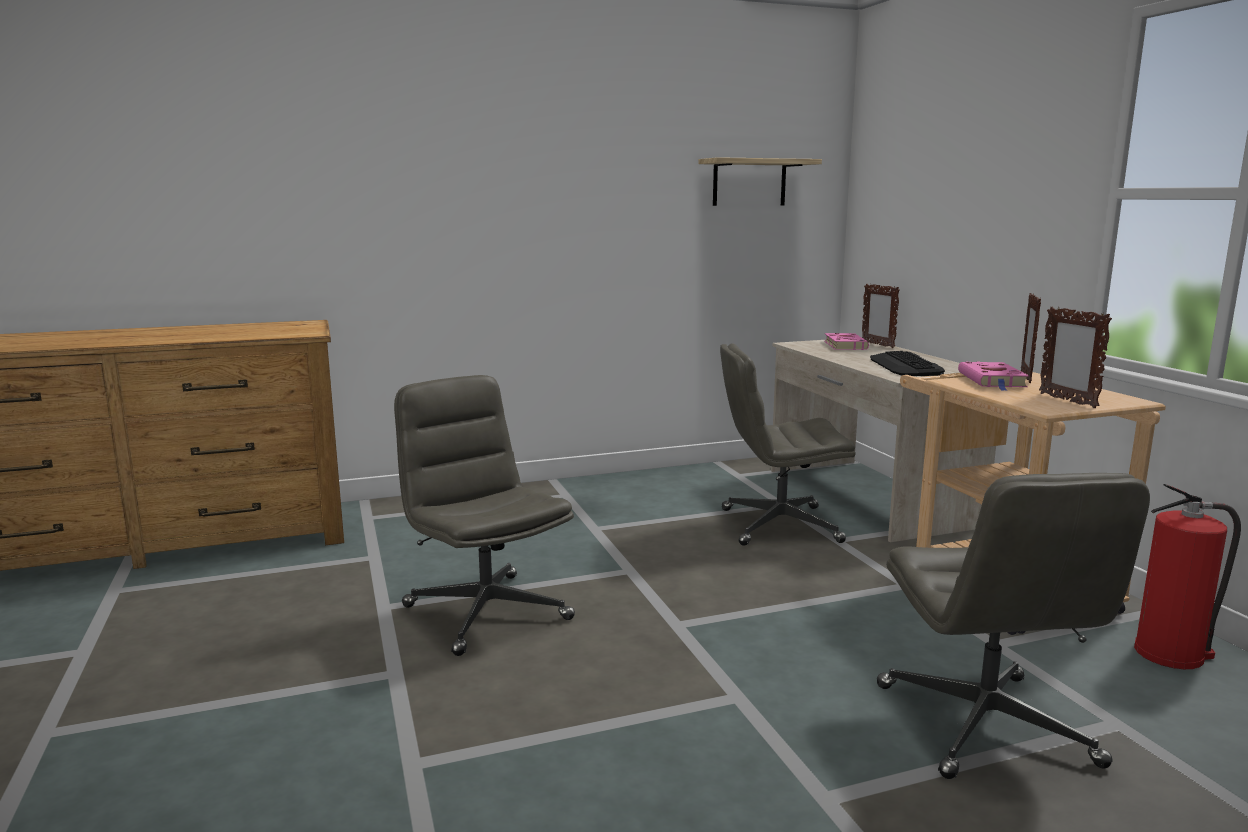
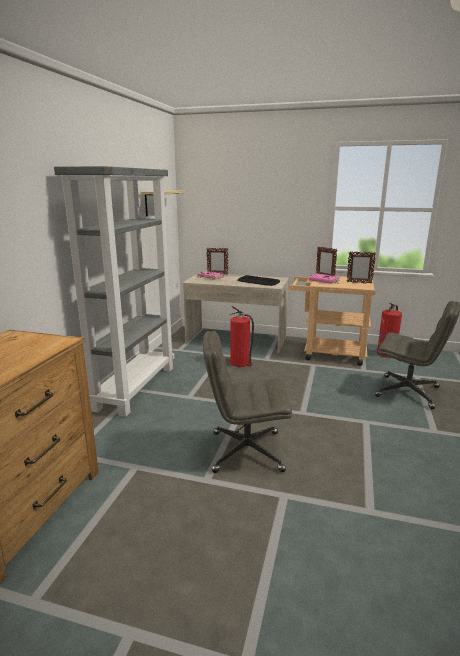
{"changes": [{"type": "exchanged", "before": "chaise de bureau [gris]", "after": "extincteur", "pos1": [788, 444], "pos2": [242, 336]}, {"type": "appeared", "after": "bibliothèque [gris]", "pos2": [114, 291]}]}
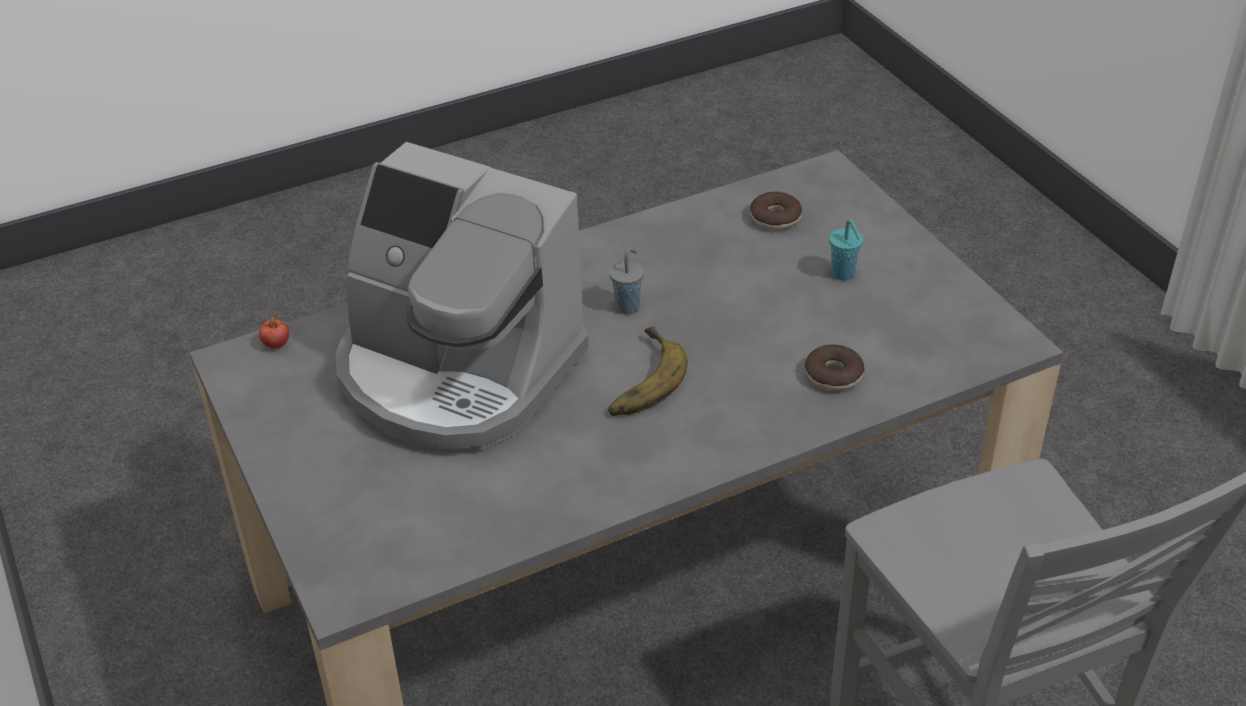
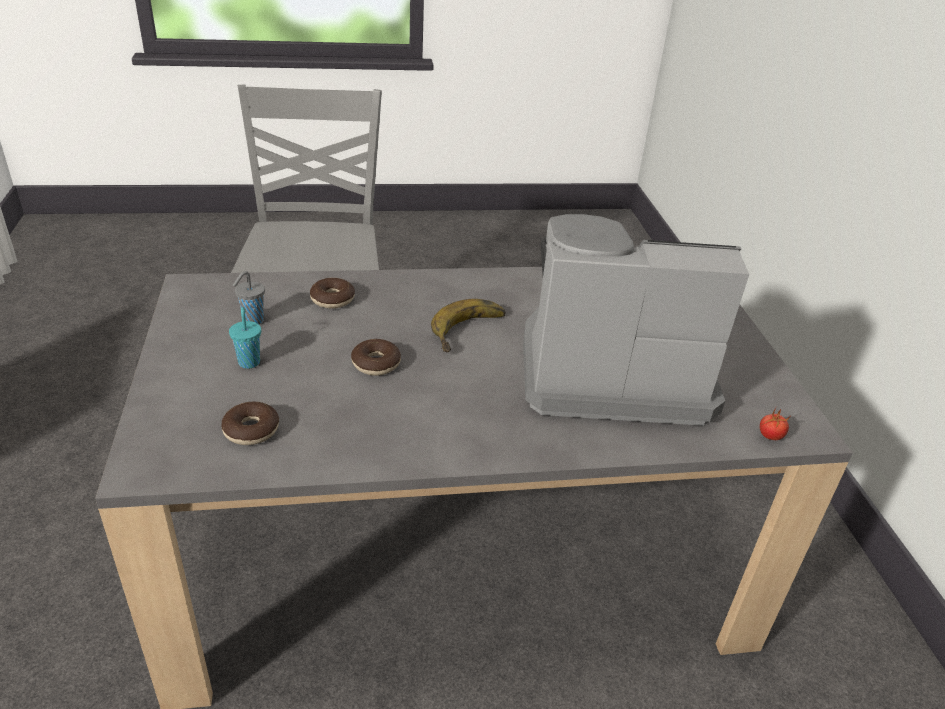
{"changes": [{"type": "spun", "before": "machine à café", "pos1": [462, 297], "pos2": [636, 320], "turn": -45}, {"type": "relocated", "before": "tasse [gris]", "pos1": [626, 281], "pos2": [249, 297]}, {"type": "appeared", "after": "beignet", "pos2": [376, 357]}]}
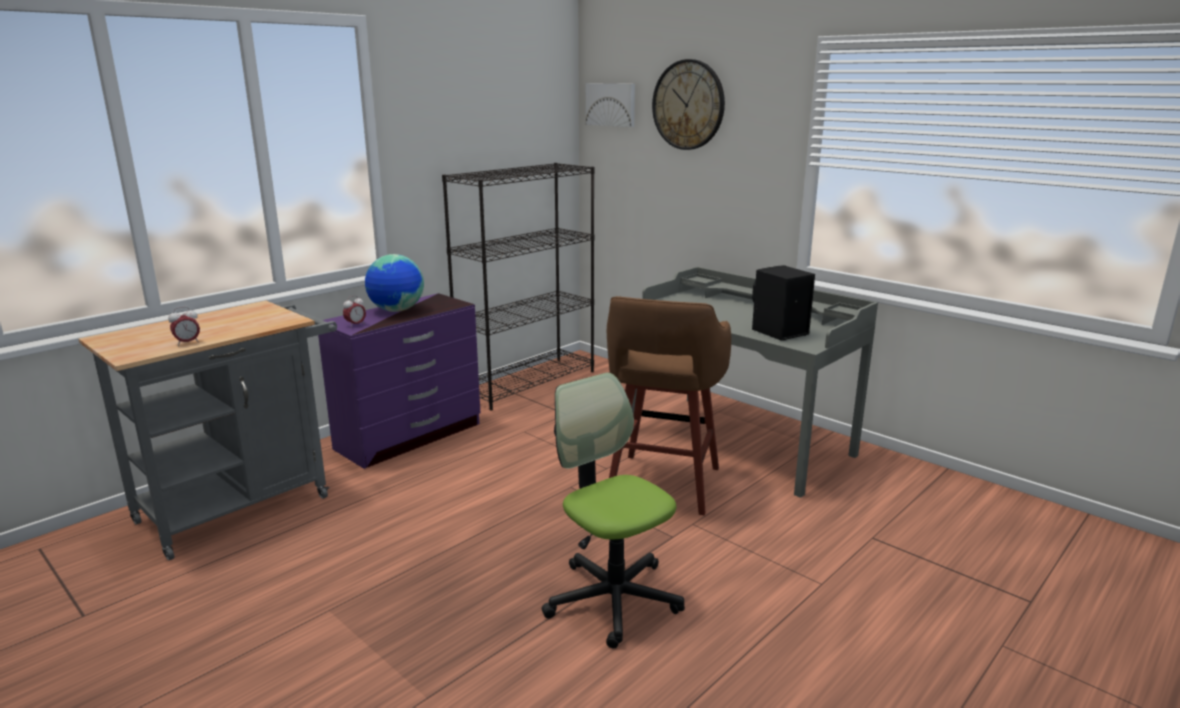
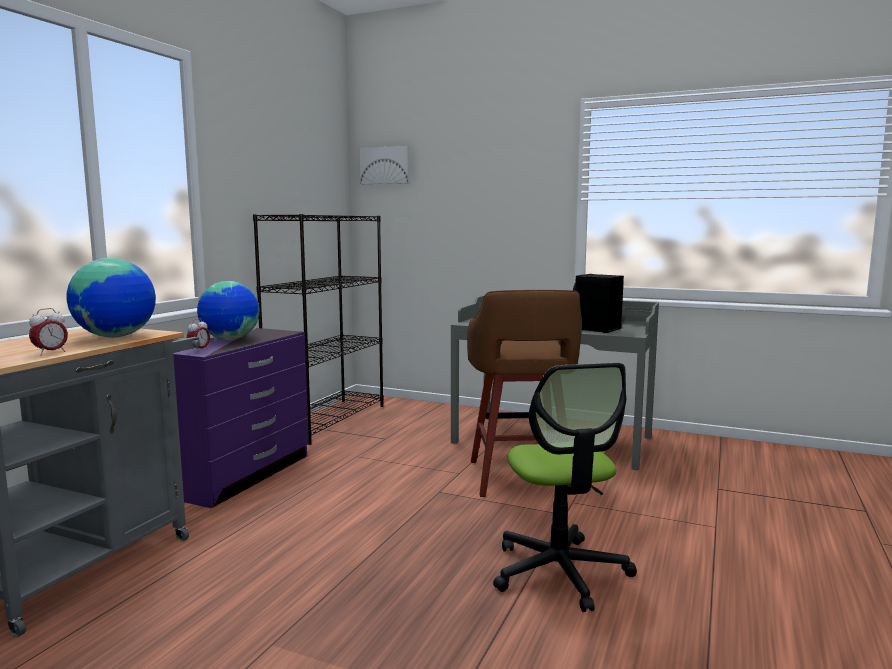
{"changes": [{"type": "spun", "before": "chaise de bureau", "pos1": [613, 510], "pos2": [565, 487], "turn": -135}, {"type": "missing", "before": "horloge murale", "pos1": [688, 104]}, {"type": "appeared", "after": "globe", "pos2": [111, 298]}]}
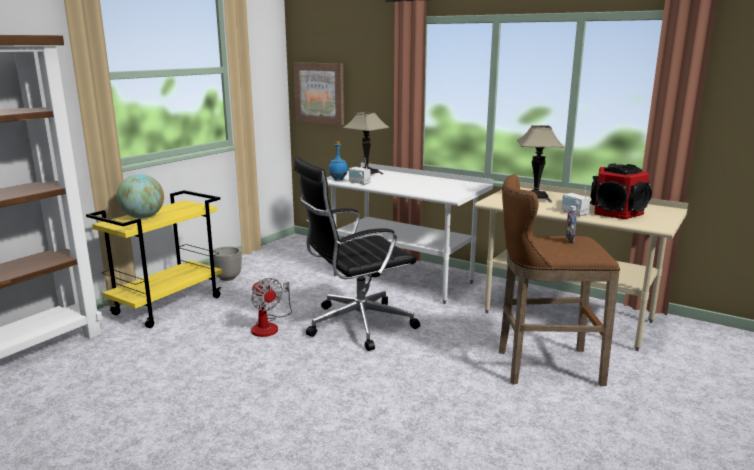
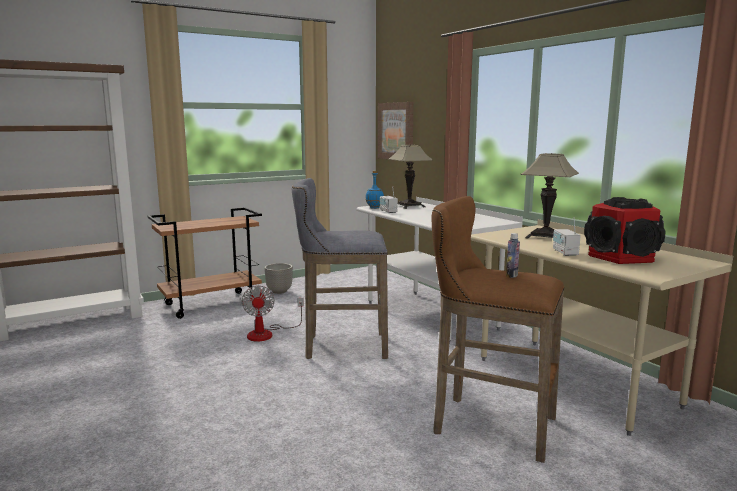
{"changes": [{"type": "colour", "before": "chariot [jaune]", "after": "chariot [marron]", "pos1": [154, 259], "pos2": [205, 263]}, {"type": "missing", "before": "globe", "pos1": [140, 196]}, {"type": "exchanged", "before": "chaise de bureau [noir]", "after": "tabouret [gris]", "pos1": [357, 254], "pos2": [340, 268]}]}
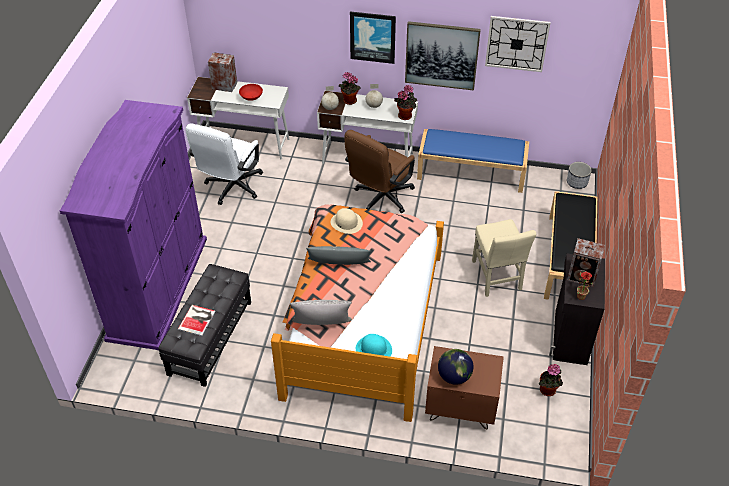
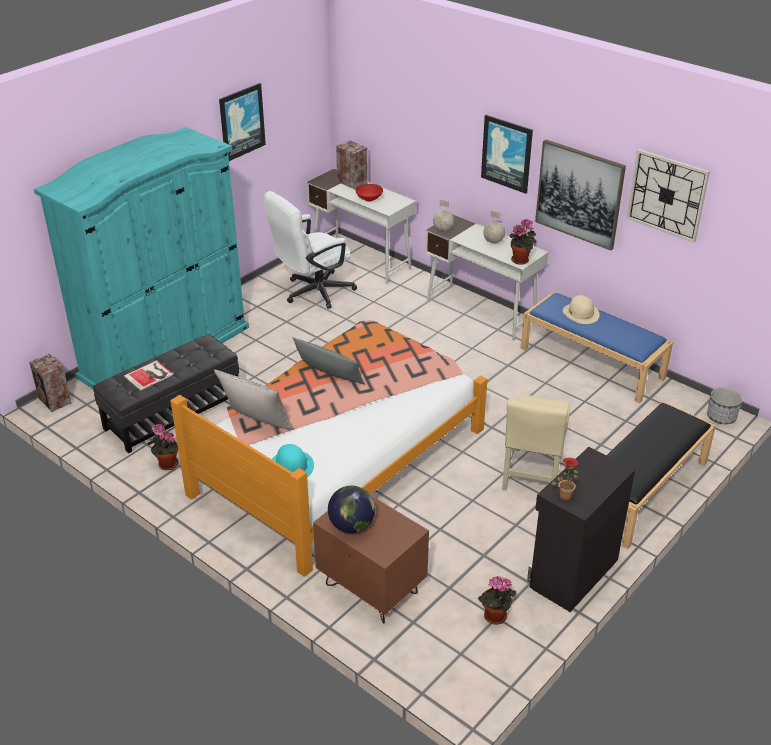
{"changes": [{"type": "colour", "before": "armoire [violet]", "after": "armoire [turquoise]", "pos1": [133, 225], "pos2": [141, 258]}, {"type": "relocated", "before": "chapeau [beige]", "pos1": [347, 221], "pos2": [581, 309]}, {"type": "relocated", "before": "plante en pot", "pos1": [349, 88], "pos2": [162, 447]}, {"type": "missing", "before": "chaise de bureau [marron]", "pos1": [379, 171]}, {"type": "relocated", "before": "enceinte", "pos1": [586, 262], "pos2": [50, 383]}, {"type": "appeared", "after": "tableau", "pos2": [242, 122]}]}
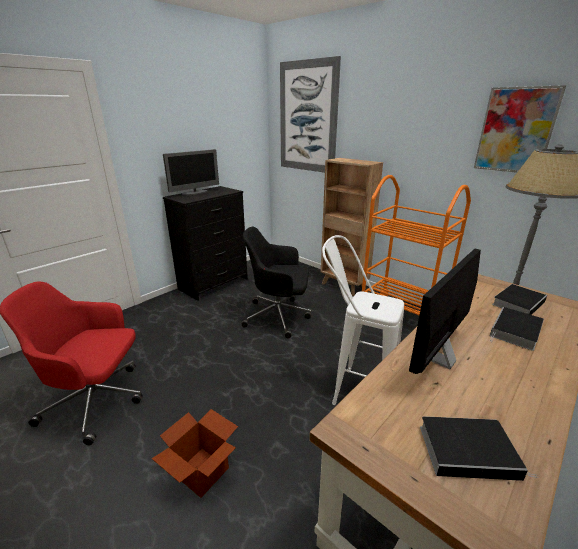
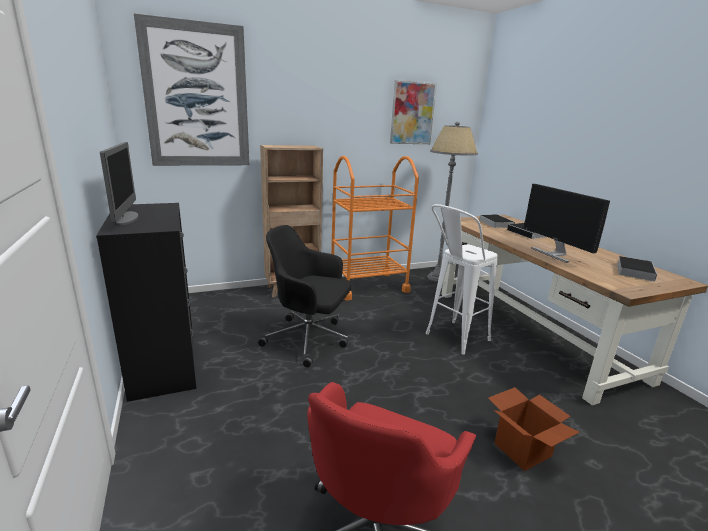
{"changes": [{"type": "spun", "before": "chaise de bureau [noir]", "pos1": [276, 283], "pos2": [304, 296], "turn": 75}]}
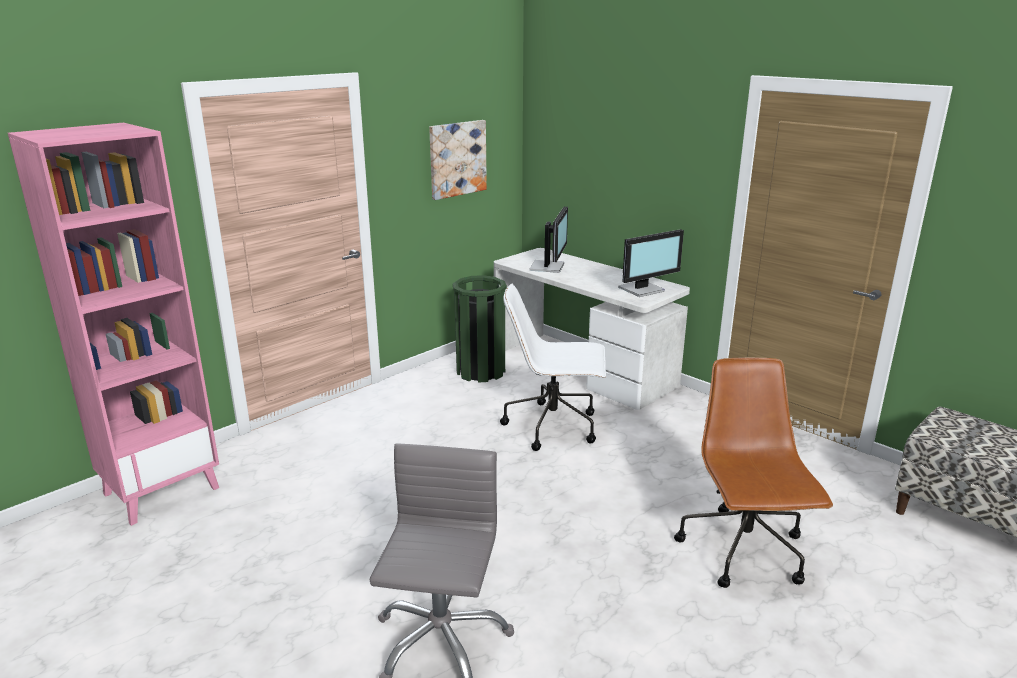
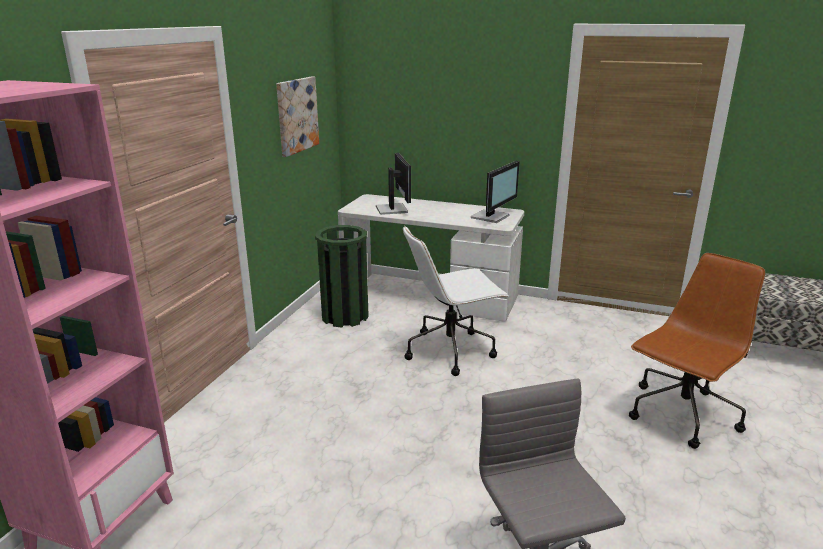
{"changes": [{"type": "spun", "before": "chaise de bureau [marron]", "pos1": [753, 472], "pos2": [697, 351], "turn": 75}]}
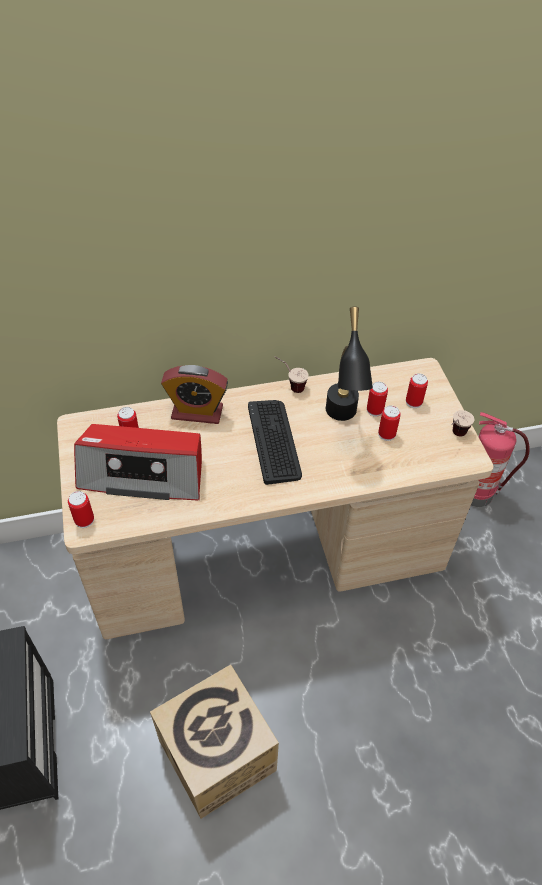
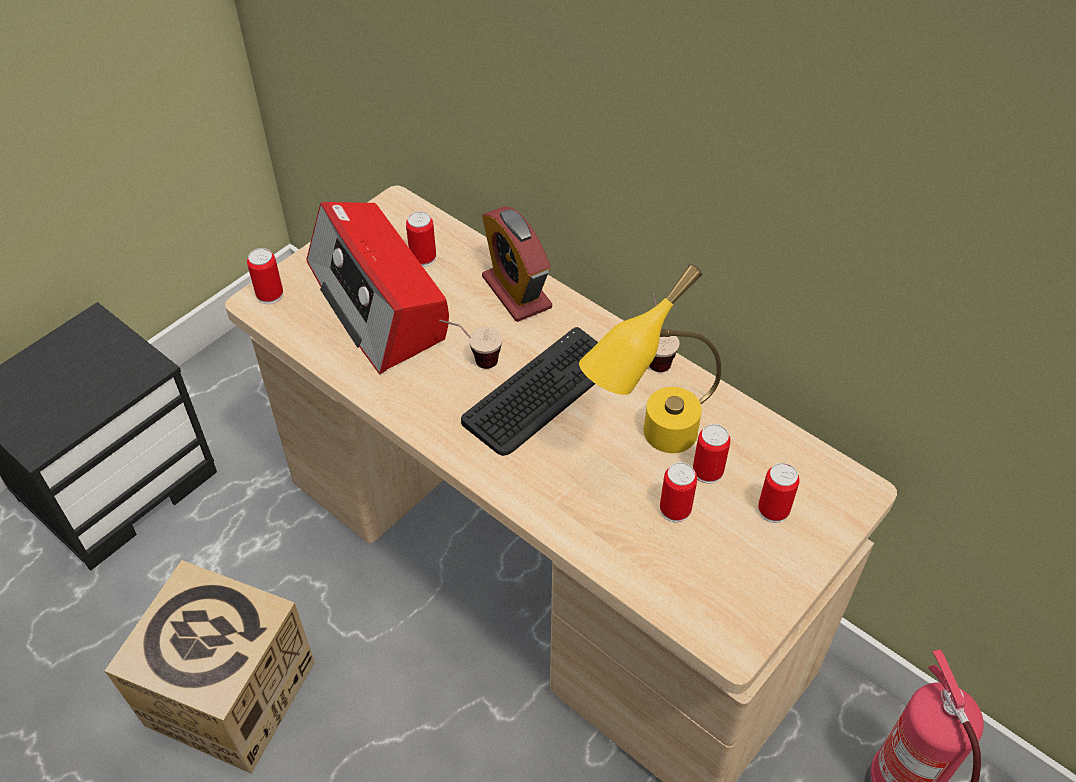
{"changes": [{"type": "colour", "before": "lampe de table [noir]", "after": "lampe de table [jaune]", "pos1": [349, 363], "pos2": [650, 358]}, {"type": "relocated", "before": "tasse", "pos1": [463, 423], "pos2": [471, 344]}]}
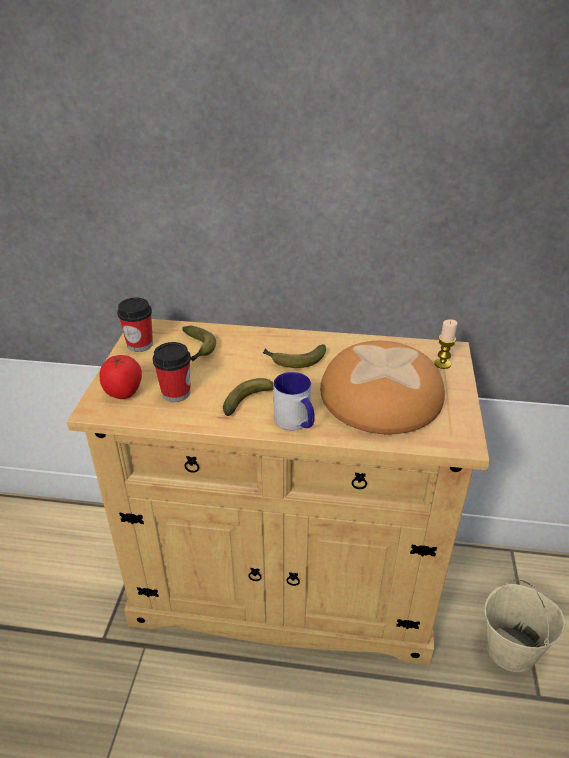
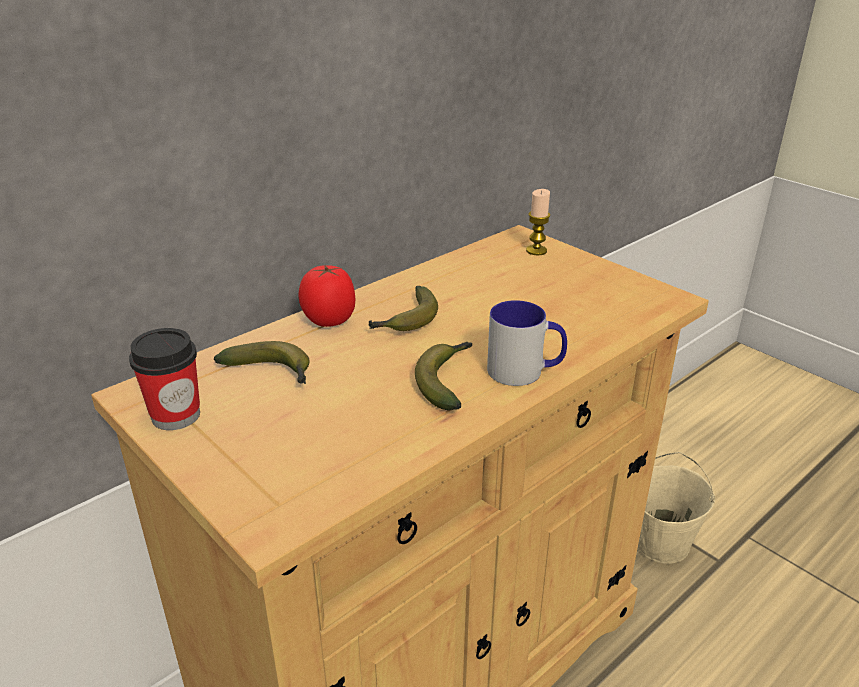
{"changes": [{"type": "relocated", "before": "tomate", "pos1": [121, 377], "pos2": [326, 296]}, {"type": "missing", "before": "tasse", "pos1": [172, 372]}, {"type": "missing", "before": "pain", "pos1": [382, 387]}]}
